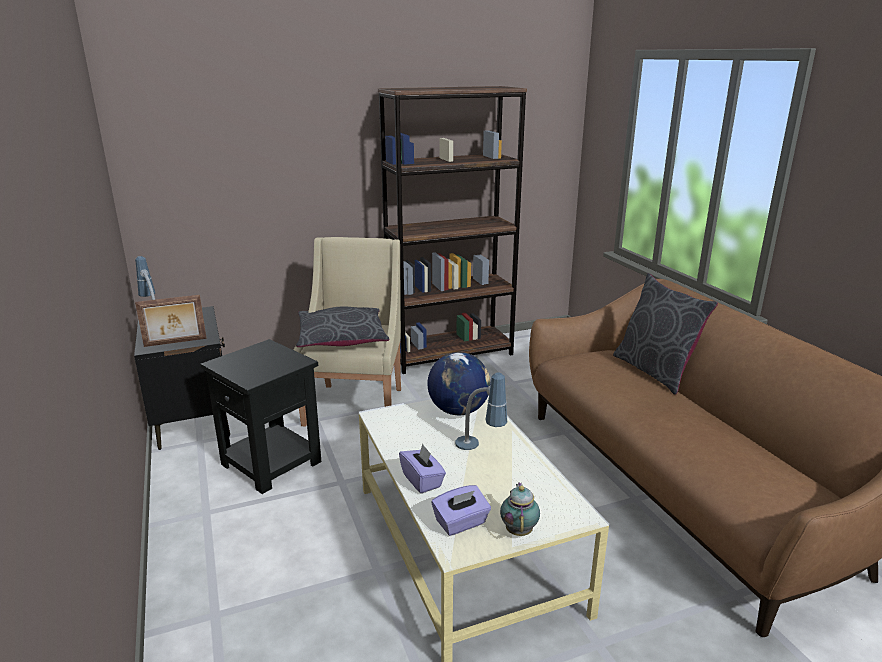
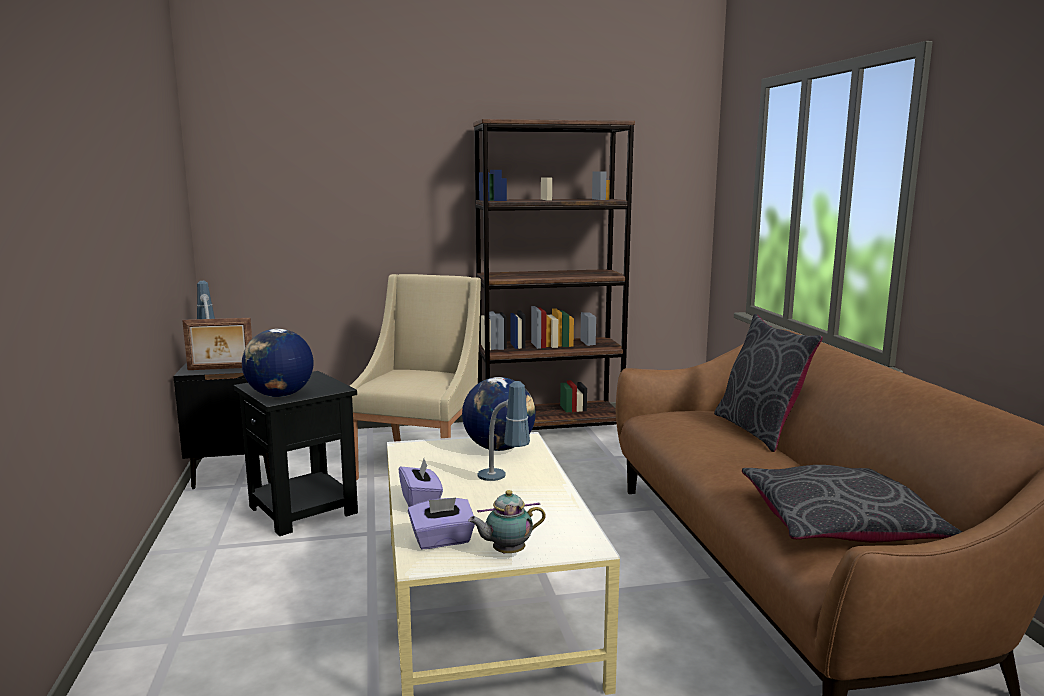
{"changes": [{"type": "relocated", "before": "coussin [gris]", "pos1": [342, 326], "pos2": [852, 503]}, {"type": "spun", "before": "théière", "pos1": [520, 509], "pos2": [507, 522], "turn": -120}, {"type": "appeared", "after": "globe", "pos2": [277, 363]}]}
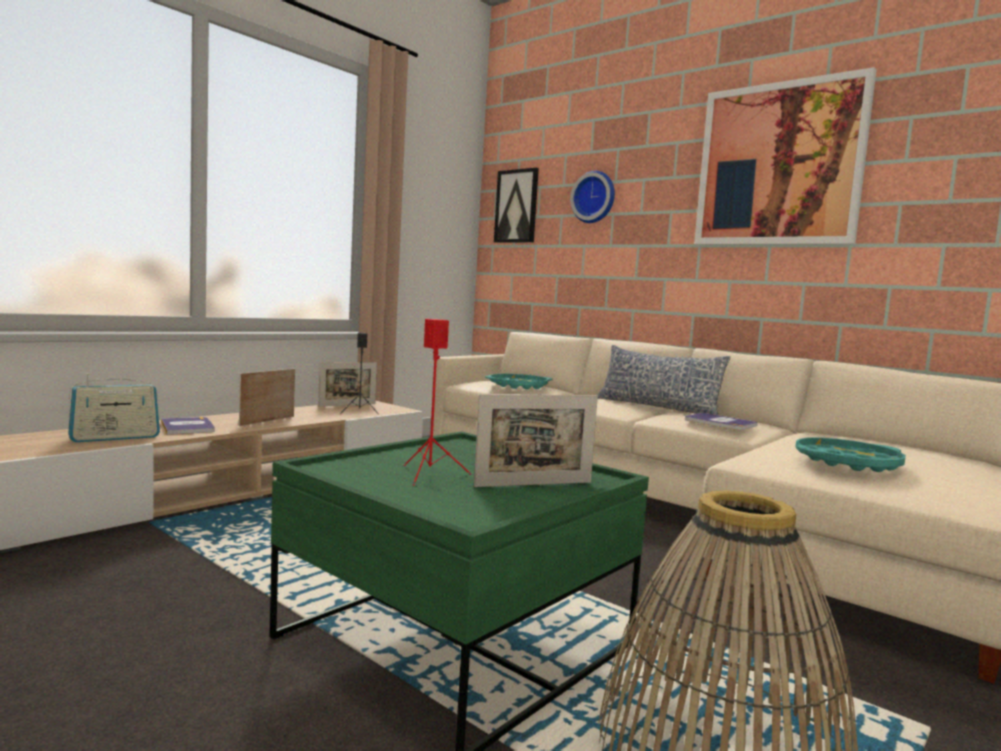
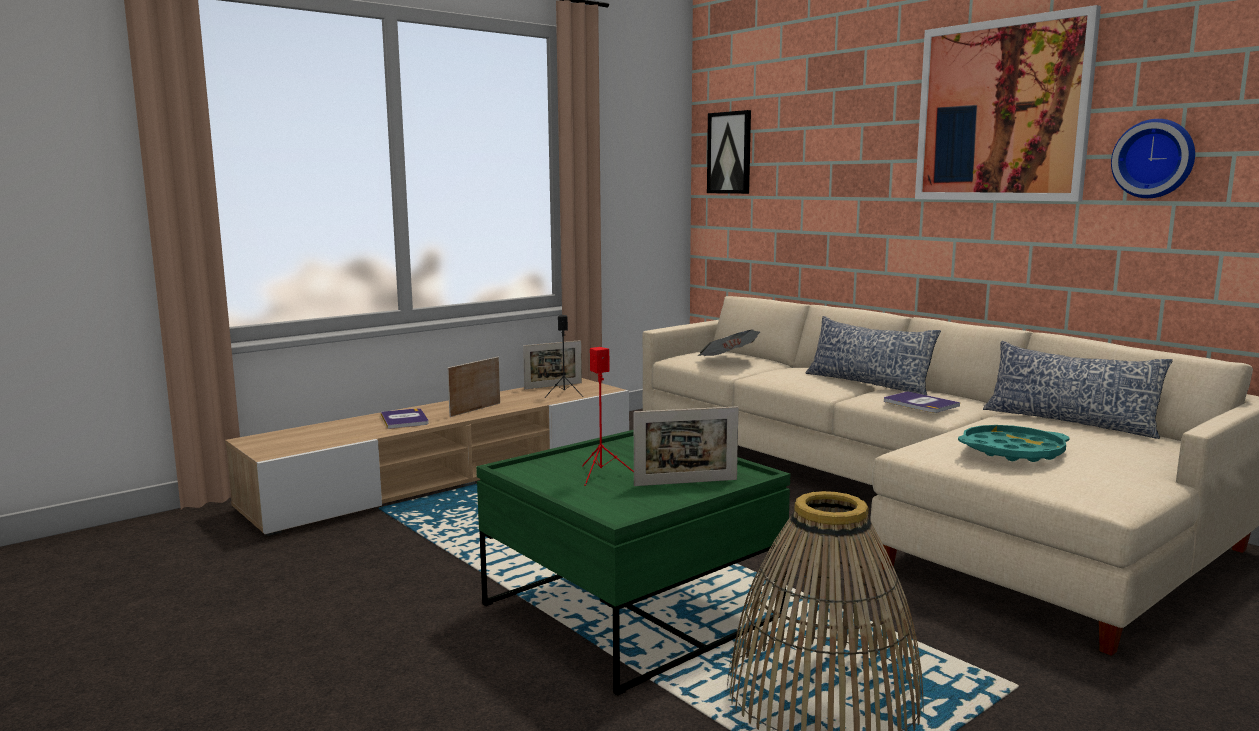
{"changes": [{"type": "missing", "before": "radio", "pos1": [114, 407]}, {"type": "exchanged", "before": "plateau [turquoise]", "after": "journal", "pos1": [519, 382], "pos2": [728, 343]}, {"type": "relocated", "before": "horloge murale", "pos1": [592, 197], "pos2": [1153, 158]}, {"type": "appeared", "after": "coussin", "pos2": [1078, 390]}]}
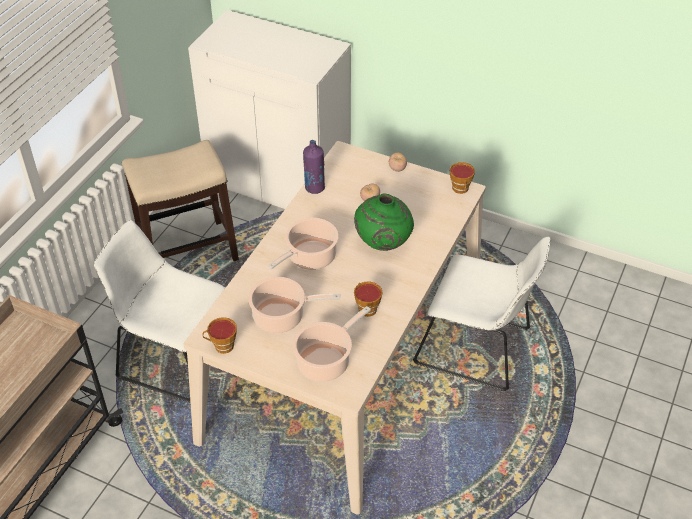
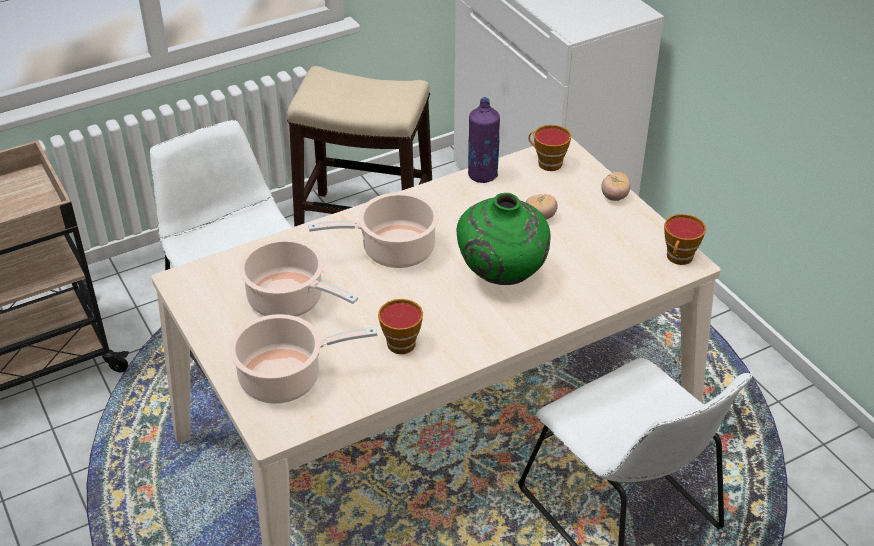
{"changes": [{"type": "relocated", "before": "tasse", "pos1": [219, 335], "pos2": [550, 148]}]}
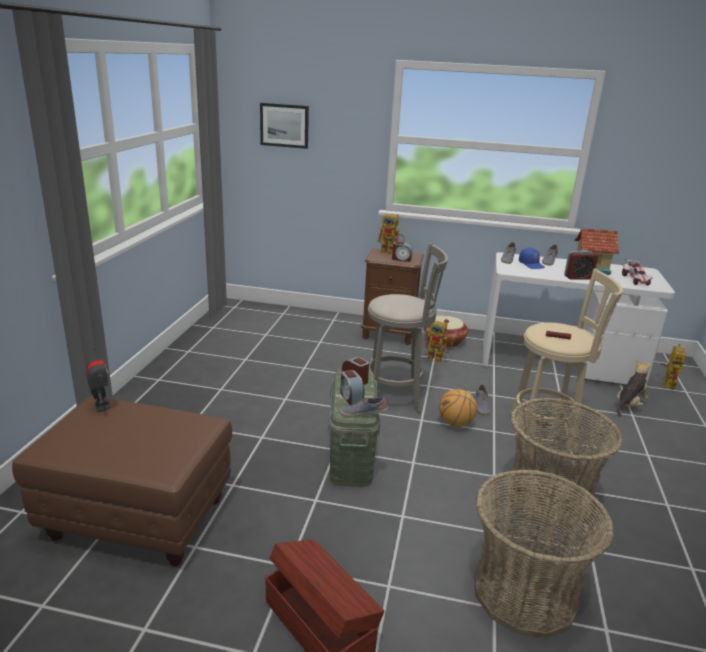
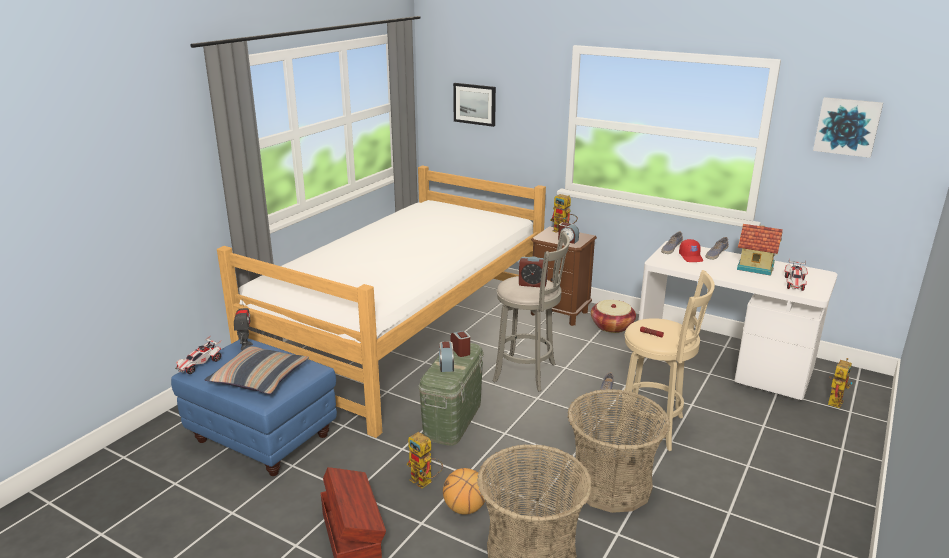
{"changes": [{"type": "colour", "before": "pouf [marron]", "after": "pouf [bleu]", "pos1": [122, 481], "pos2": [254, 407]}, {"type": "missing", "before": "chaussure", "pos1": [363, 407]}, {"type": "relocated", "before": "robot jouet", "pos1": [438, 341], "pos2": [425, 460]}, {"type": "relocated", "before": "ballon de basket", "pos1": [458, 408], "pos2": [464, 491]}, {"type": "colour", "before": "casquette [bleu]", "after": "casquette [rouge]", "pos1": [532, 258], "pos2": [691, 250]}, {"type": "relocated", "before": "réveil", "pos1": [581, 265], "pos2": [533, 271]}, {"type": "missing", "before": "peluche", "pos1": [634, 388]}, {"type": "appeared", "after": "petite voiture", "pos2": [198, 354]}, {"type": "appeared", "after": "coussin", "pos2": [257, 369]}, {"type": "appeared", "after": "lit", "pos2": [381, 302]}, {"type": "appeared", "after": "tableau", "pos2": [848, 127]}]}
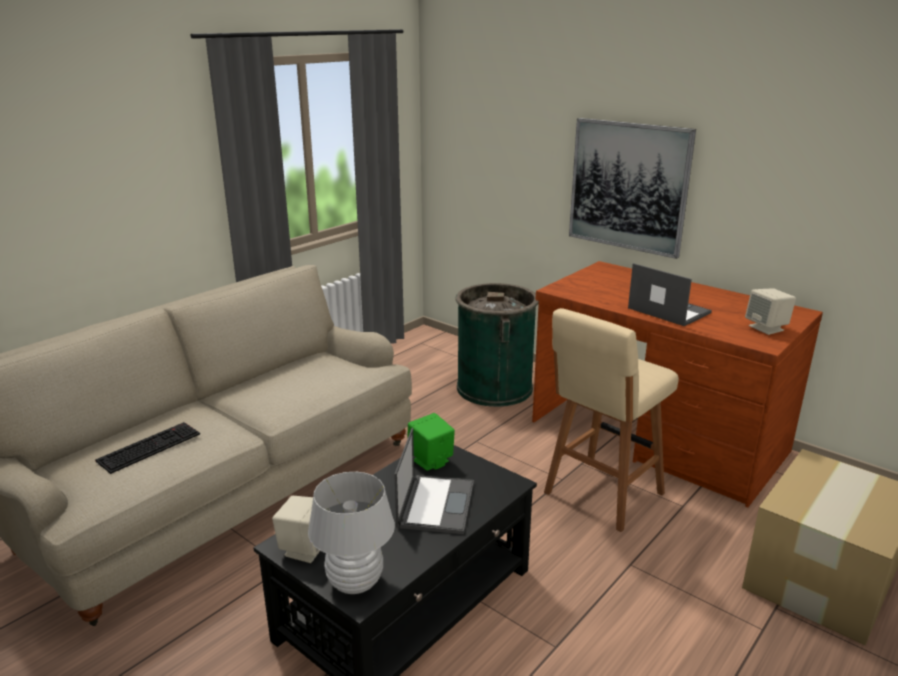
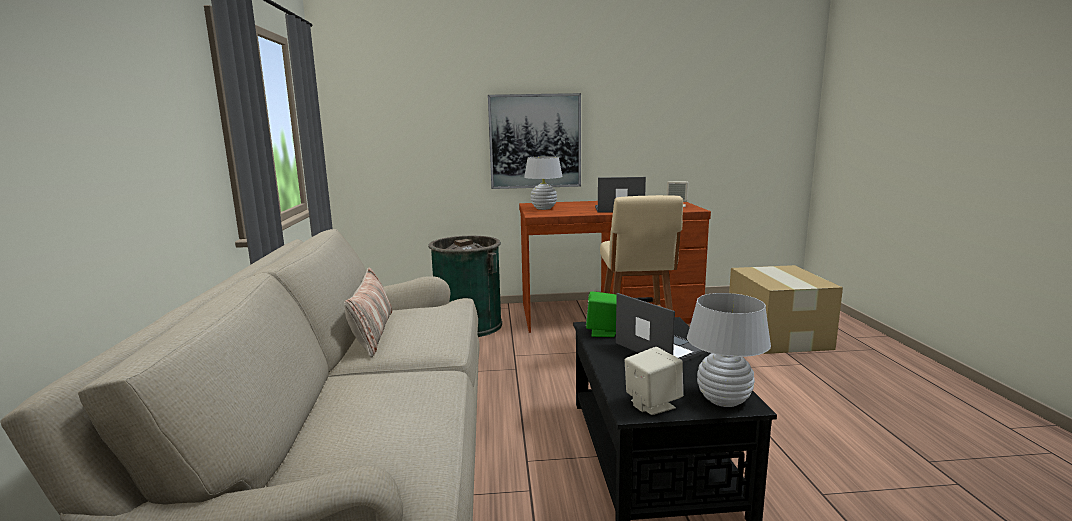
{"changes": [{"type": "missing", "before": "clavier", "pos1": [147, 448]}, {"type": "appeared", "after": "coussin", "pos2": [368, 313]}, {"type": "appeared", "after": "lampe de table [blanc]", "pos2": [543, 183]}]}
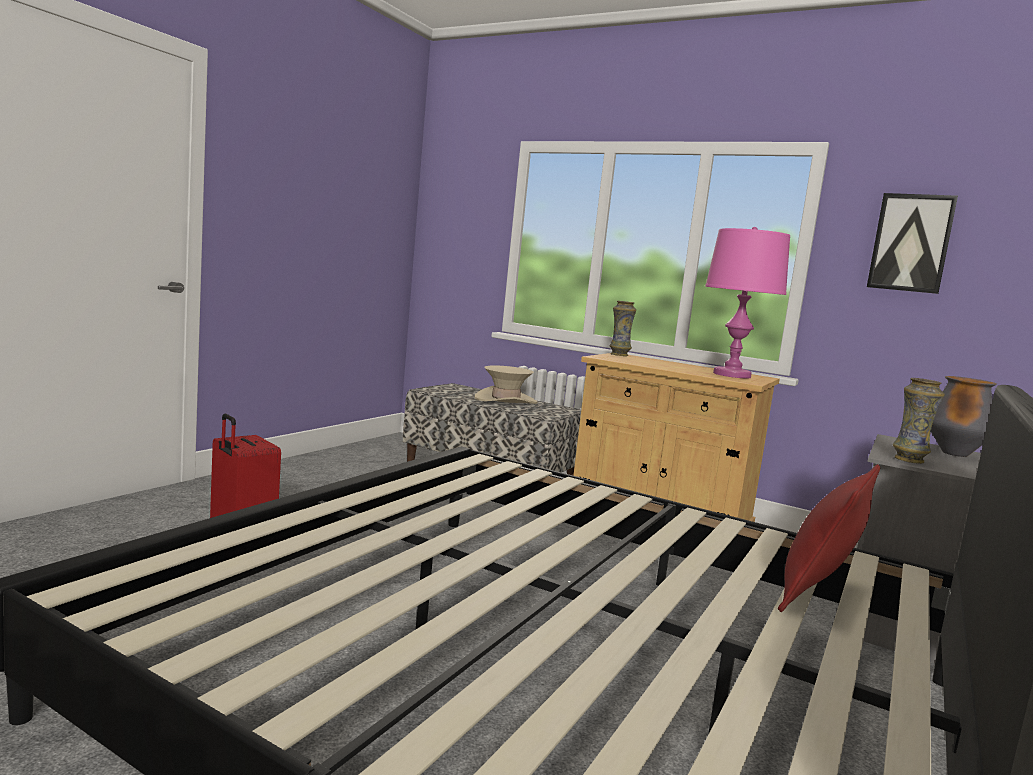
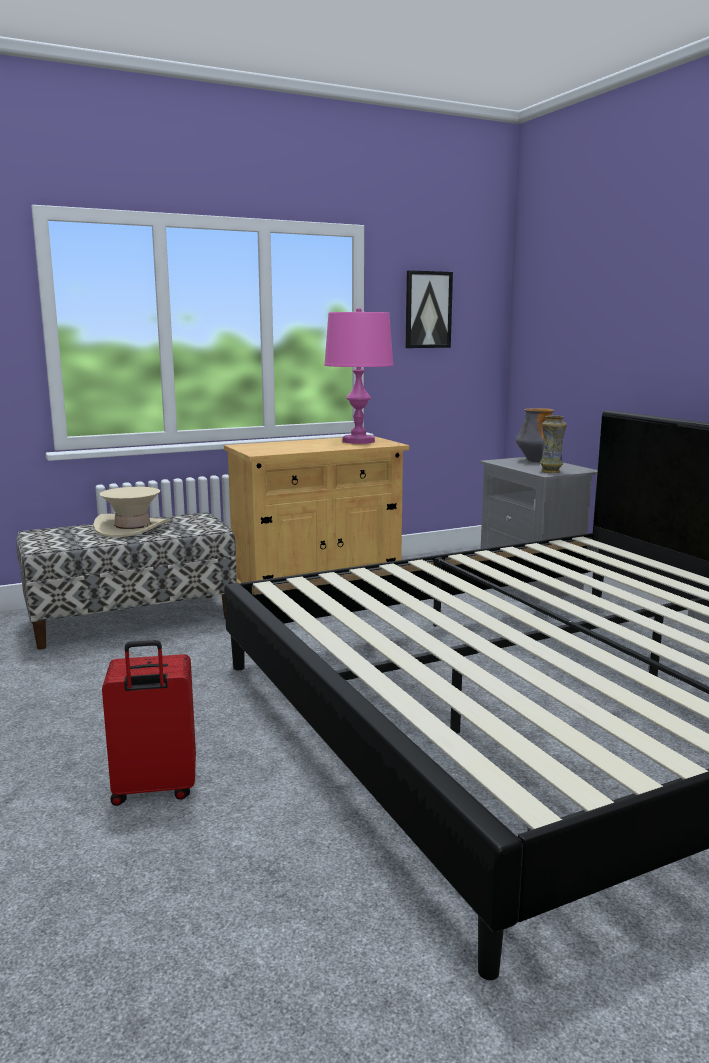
{"changes": [{"type": "missing", "before": "vase", "pos1": [623, 328]}, {"type": "missing", "before": "coussin [rouge]", "pos1": [829, 538]}]}
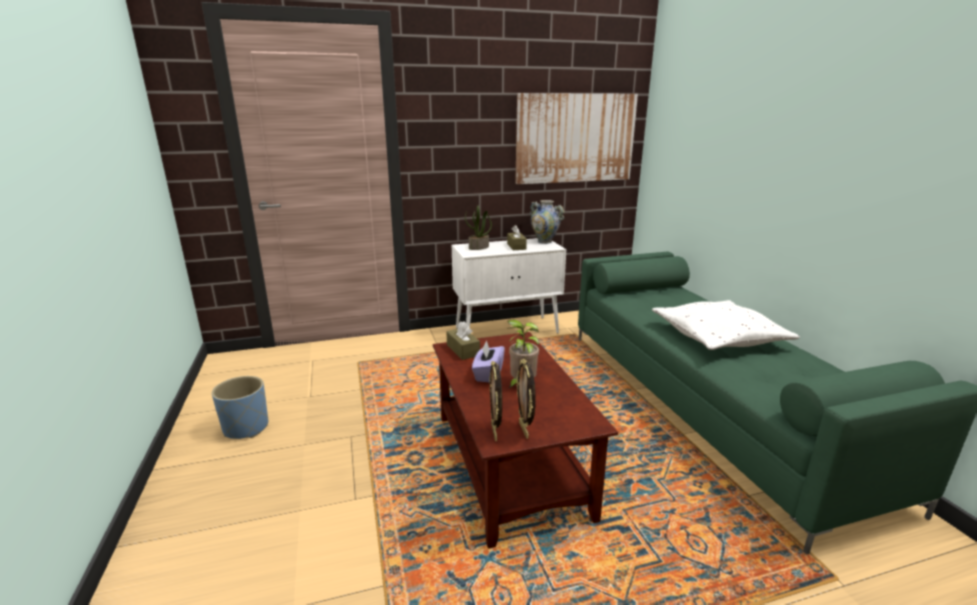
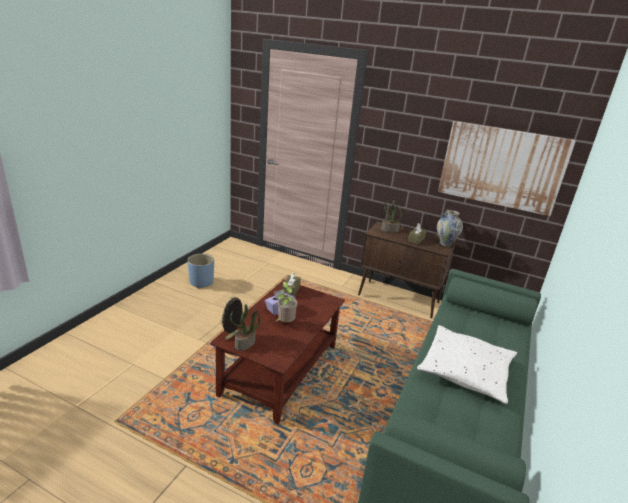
{"changes": [{"type": "colour", "before": "meuble de rangement [blanc]", "after": "meuble de rangement [marron]", "pos1": [509, 286], "pos2": [407, 270]}, {"type": "exchanged", "before": "cadre photo", "after": "plante en pot", "pos1": [526, 399], "pos2": [245, 327]}]}
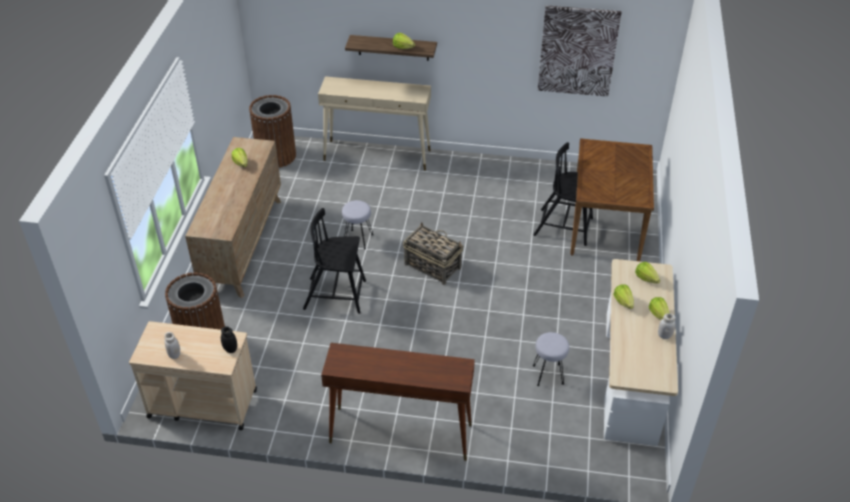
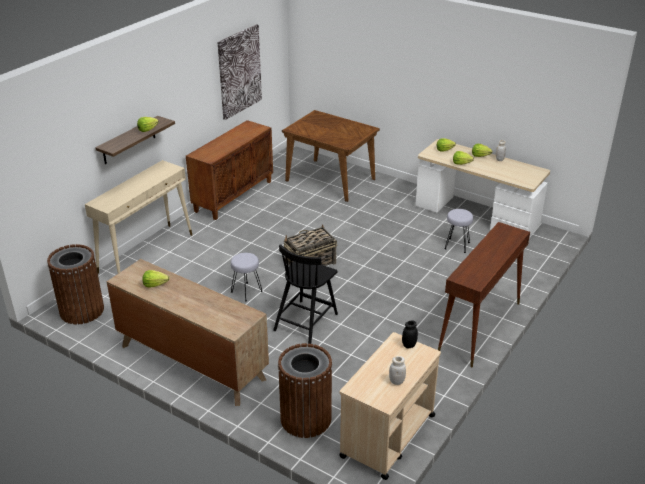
{"changes": [{"type": "missing", "before": "chaise [noir]", "pos1": [563, 194]}, {"type": "appeared", "after": "meuble de rangement [marron]", "pos2": [229, 170]}]}
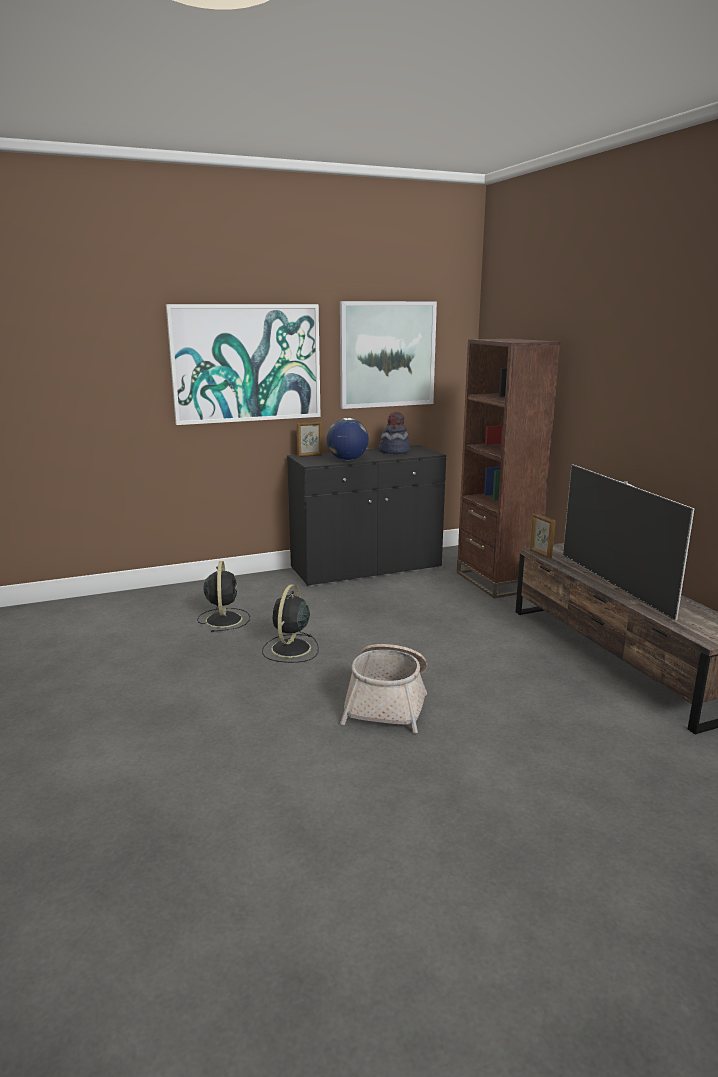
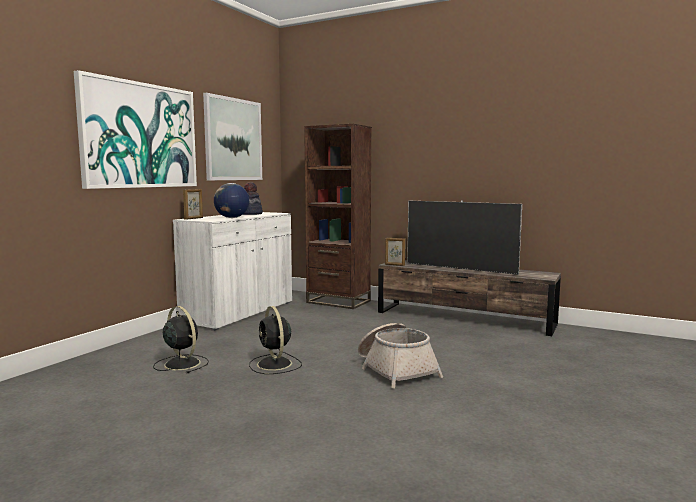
{"changes": [{"type": "colour", "before": "meuble de rangement [noir]", "after": "meuble de rangement [blanc]", "pos1": [366, 516], "pos2": [232, 271]}]}
